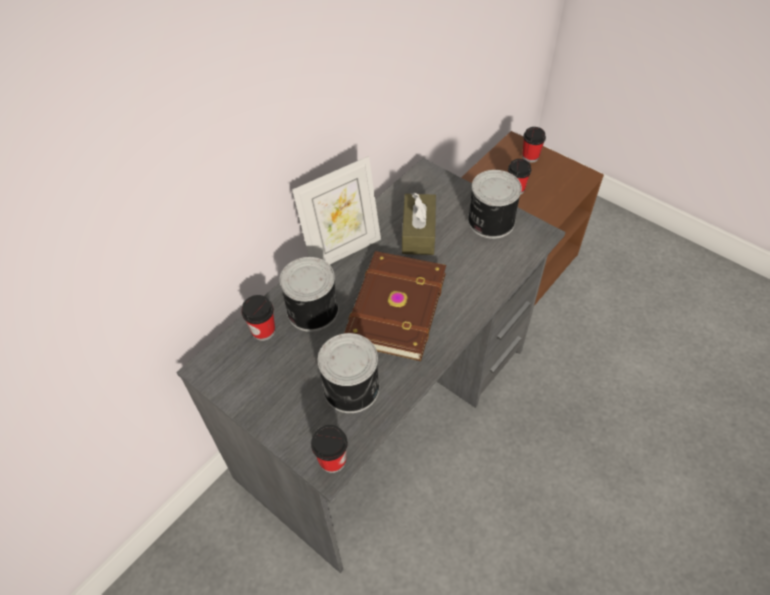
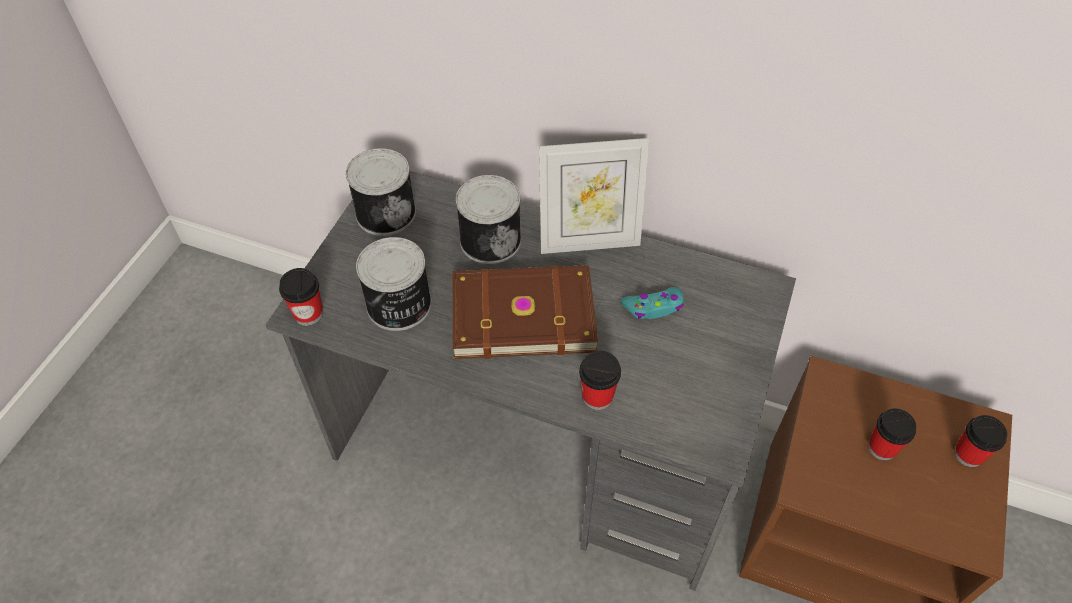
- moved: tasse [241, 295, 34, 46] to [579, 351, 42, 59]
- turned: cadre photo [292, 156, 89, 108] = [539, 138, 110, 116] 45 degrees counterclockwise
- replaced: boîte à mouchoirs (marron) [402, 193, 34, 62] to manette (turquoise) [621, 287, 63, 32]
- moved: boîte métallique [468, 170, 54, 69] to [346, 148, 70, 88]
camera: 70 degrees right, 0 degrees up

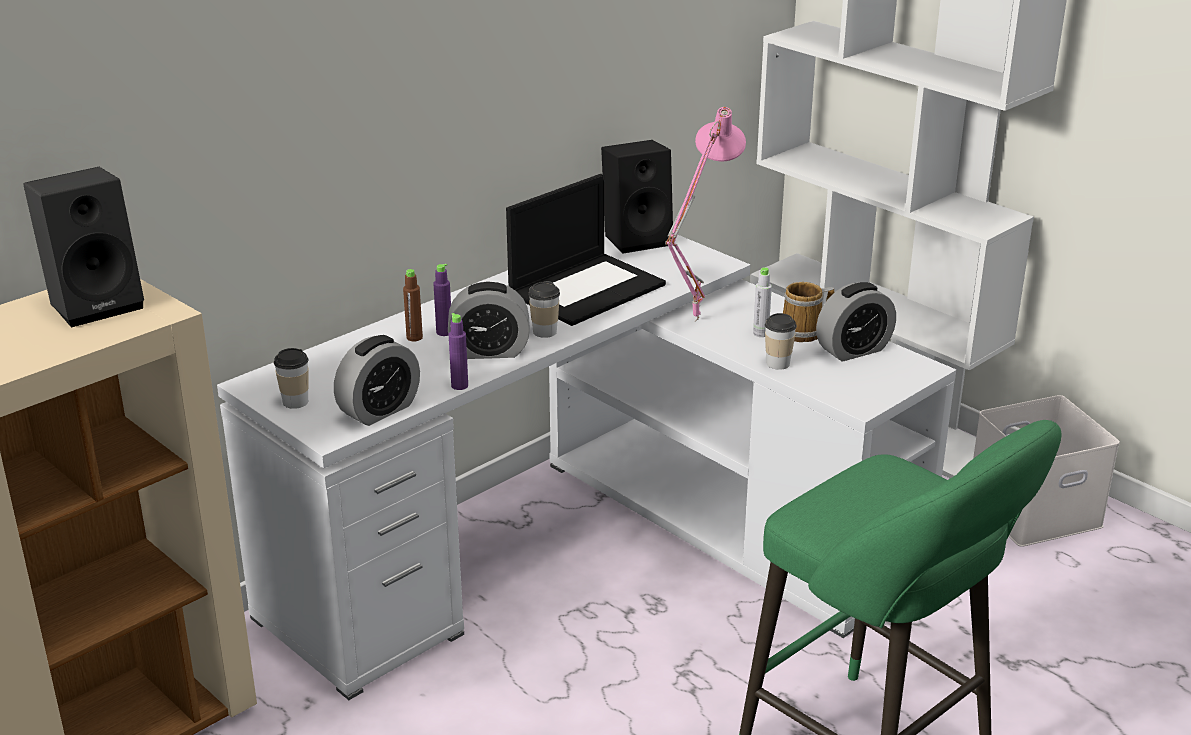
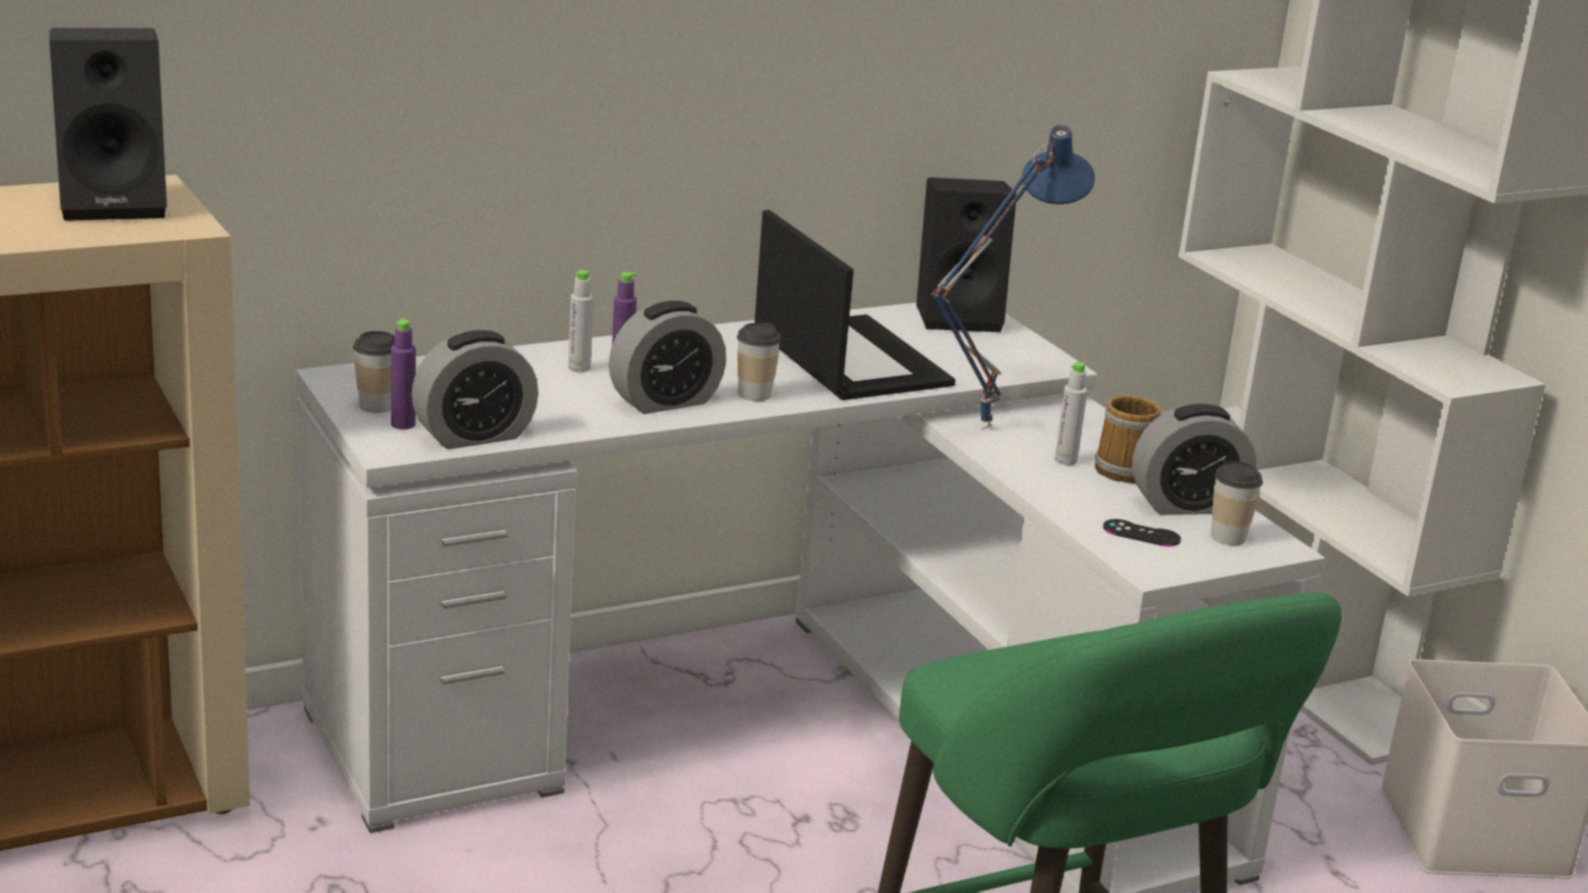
- recoloured: bouteille (marron) [403, 269, 20, 73] to bouteille (gris) [568, 270, 25, 102]
- turned: réveil [448, 281, 82, 78] = [609, 301, 117, 113] 45 degrees counterclockwise
- moved: bouteille (violet) [449, 313, 19, 77] to [391, 318, 25, 111]
- turned: ordinateur portable [506, 174, 160, 152] = [755, 210, 200, 190] 90 degrees counterclockwise
- recoloured: lampe de table (rose) [665, 107, 81, 215] to lampe de table (bleu) [931, 125, 164, 305]
- moved: tasse [765, 313, 32, 57] to [1211, 461, 52, 85]
- added: manette (noir) [1103, 519, 78, 27]
camera: 15 degrees right, 5 degrees down

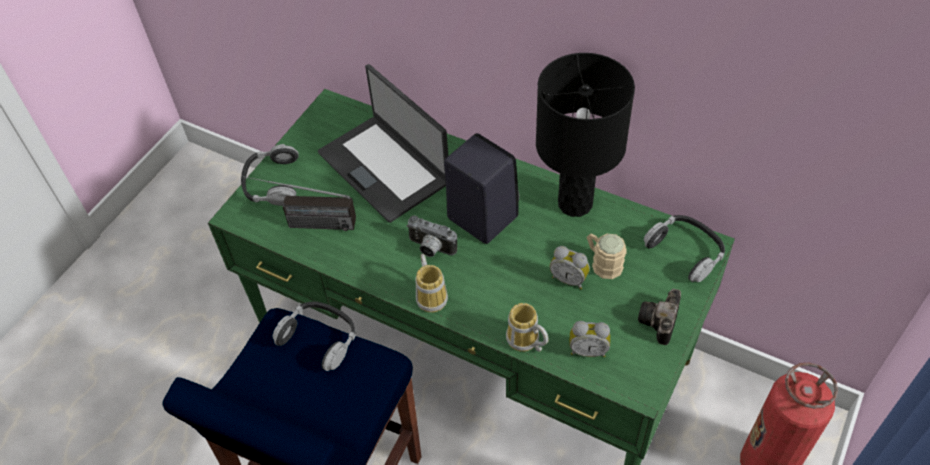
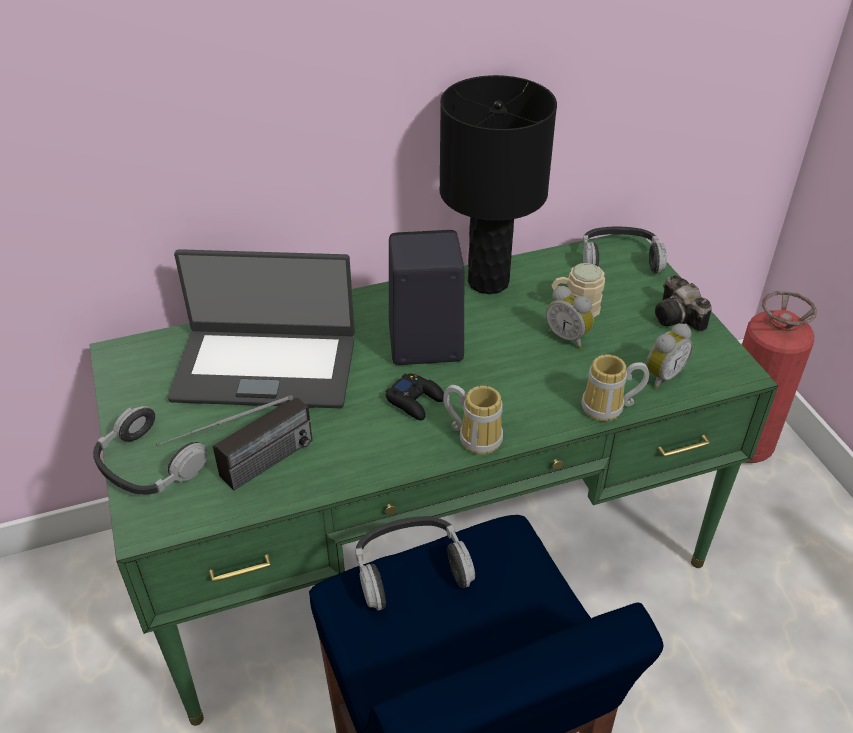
- replaced: appareil photo [406, 215, 51, 42] to manette (noir) [386, 374, 58, 46]
- turned: réveil [550, 246, 40, 44] = [546, 286, 48, 63] 60 degrees clockwise
camera: 50 degrees left, 10 degrees down

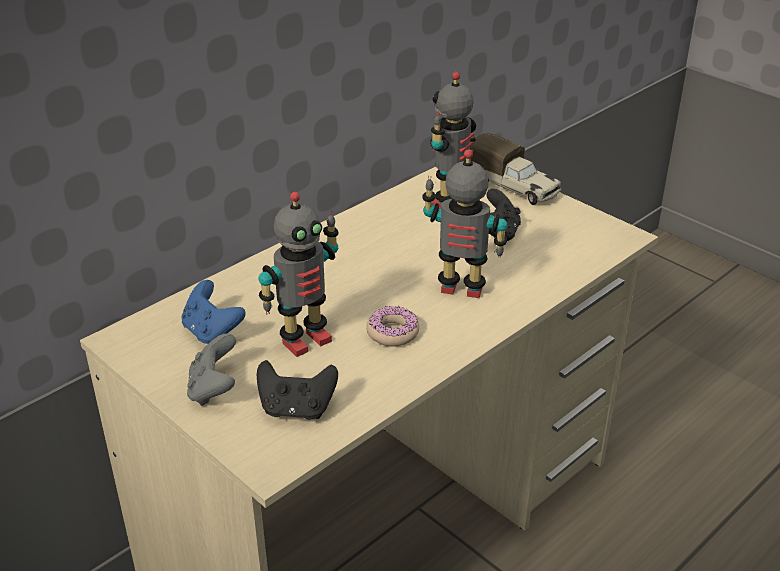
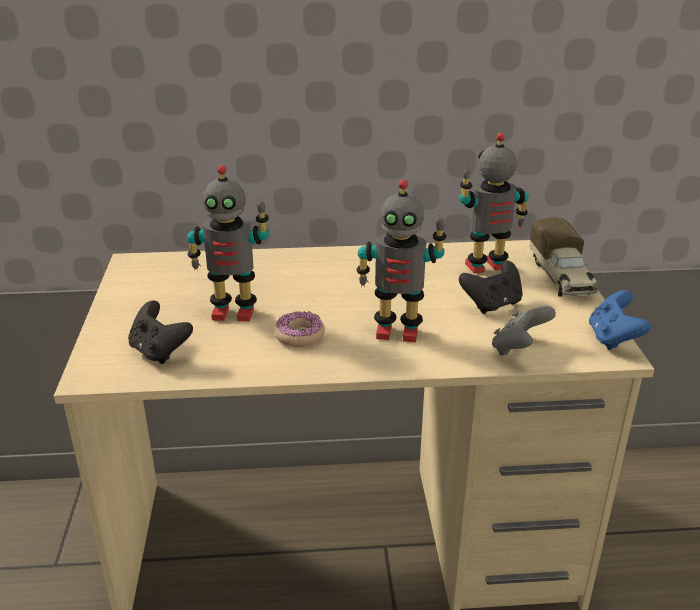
- moved: manette (bleu) [181, 280, 65, 64] to [589, 290, 62, 60]
- moved: manette (gris) [187, 334, 49, 72] to [492, 305, 64, 51]
- turned: robot jouet [422, 149, 86, 149] = [356, 180, 90, 162] 135 degrees clockwise
camera: 40 degrees right, 5 degrees down

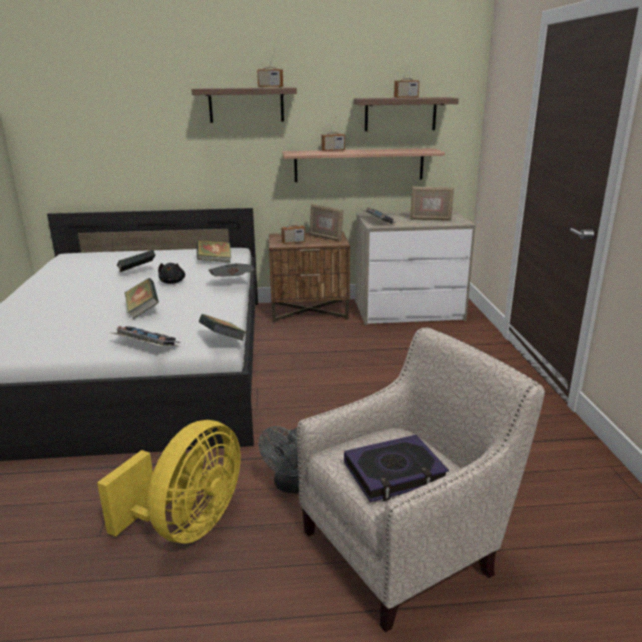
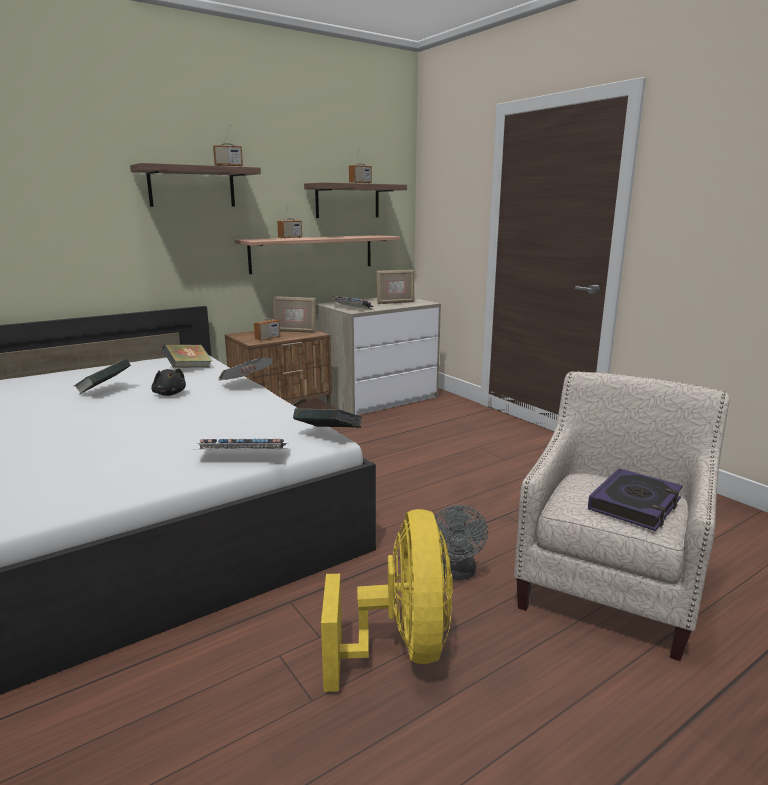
- removed: livre [125, 278, 34, 41]
camera: 30 degrees left, 5 degrees down

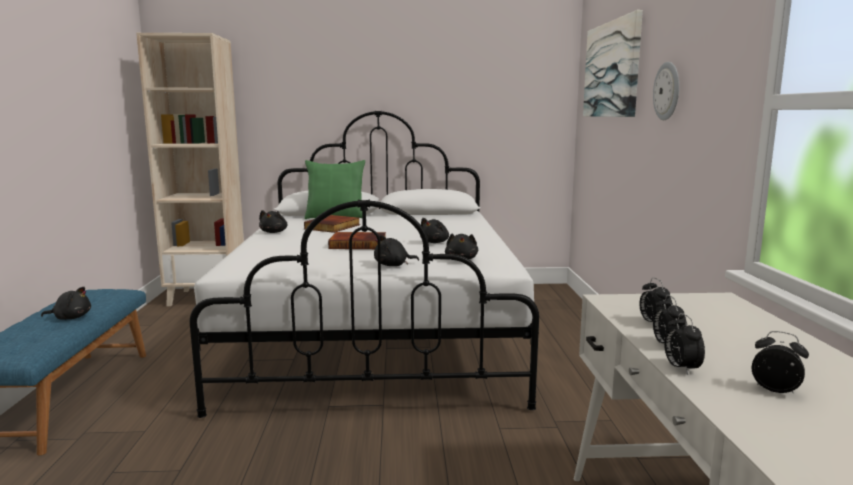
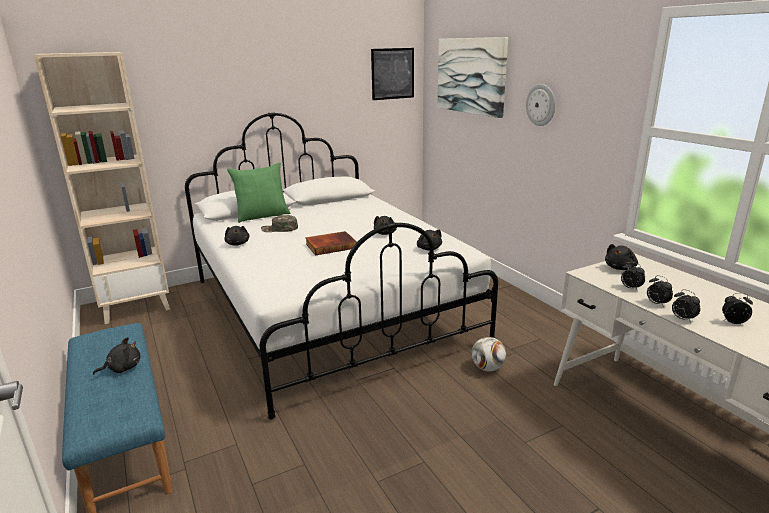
- replaced: livre [304, 215, 56, 18] to casquette (vert) [261, 215, 37, 17]
- moved: peluche (noir) [374, 235, 45, 31] to [605, 244, 33, 26]
- added: tableau [371, 48, 43, 52]
- added: ballon de foot [472, 337, 34, 34]
camera: 25 degrees left, 10 degrees up

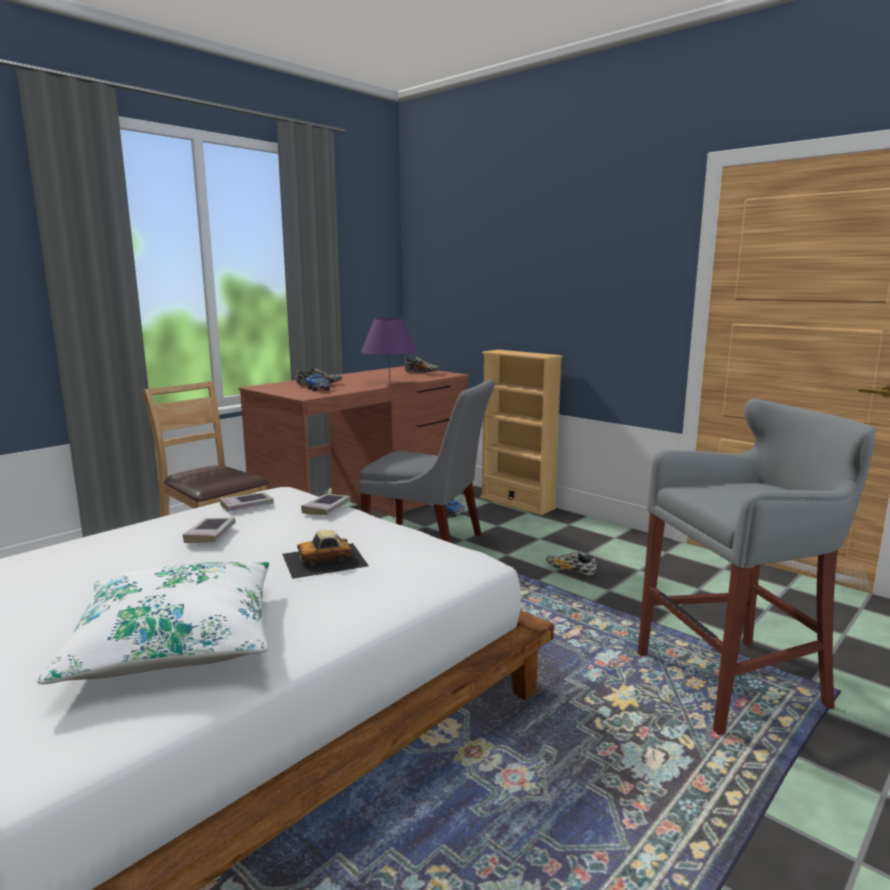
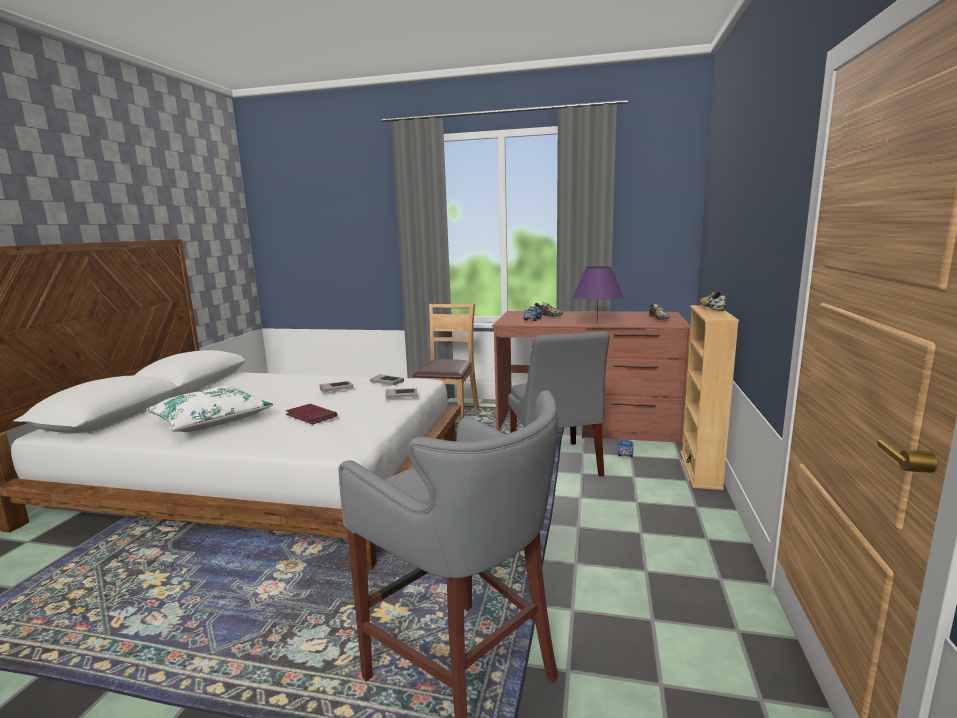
- replaced: petite voiture [282, 530, 87, 49] to livre (rouge) [286, 404, 51, 21]
- moved: chaussure [546, 551, 51, 25] to [700, 291, 27, 20]
camera: 60 degrees right, 0 degrees up

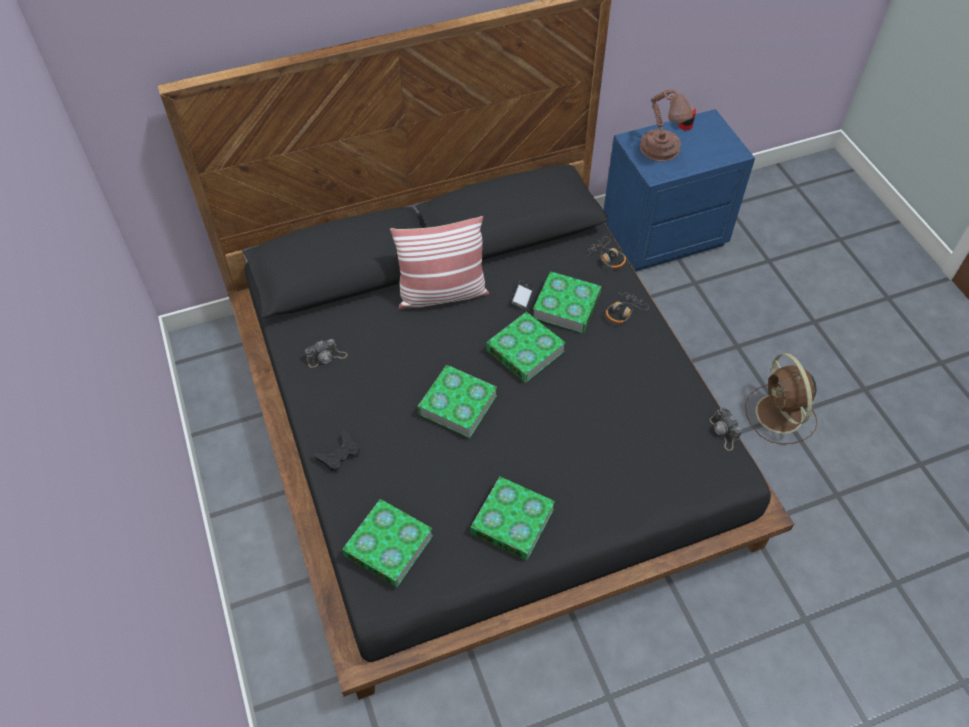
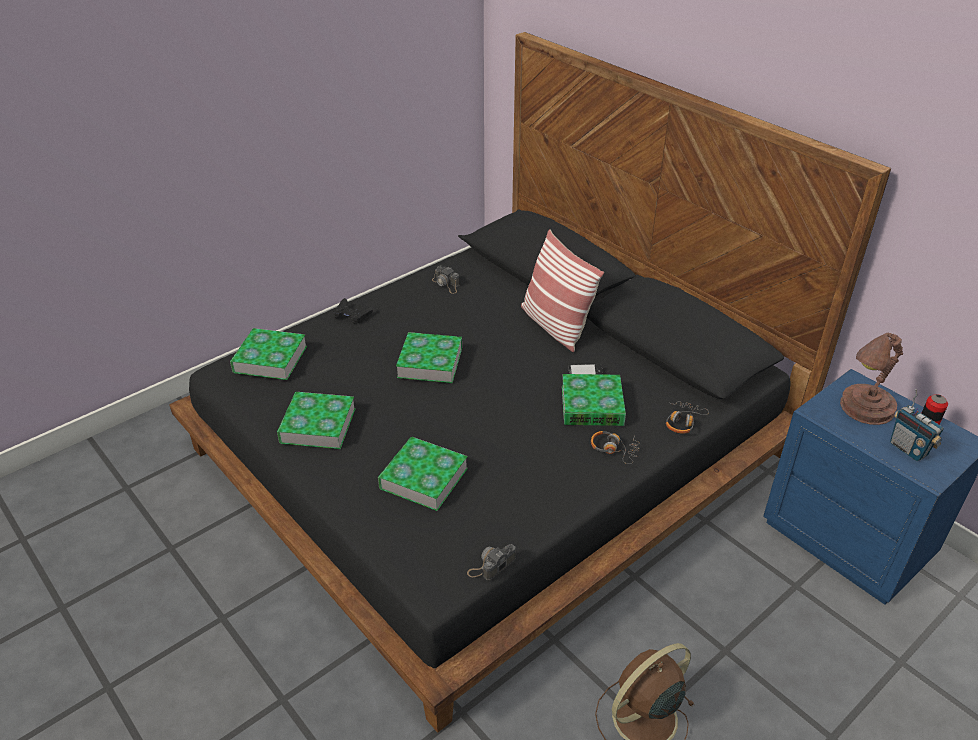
- moved: livre [487, 312, 79, 71] to [378, 437, 90, 74]
- added: radio [890, 389, 54, 72]
camera: 70 degrees right, 15 degrees down

